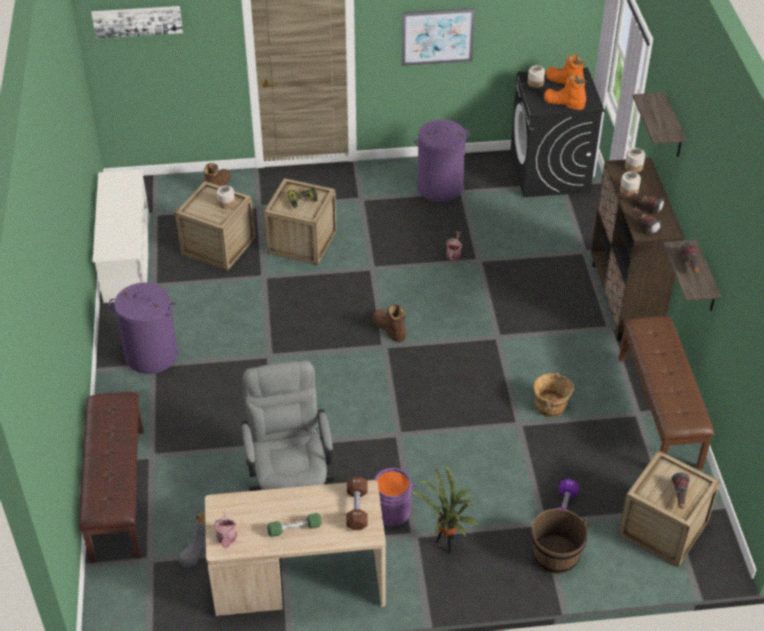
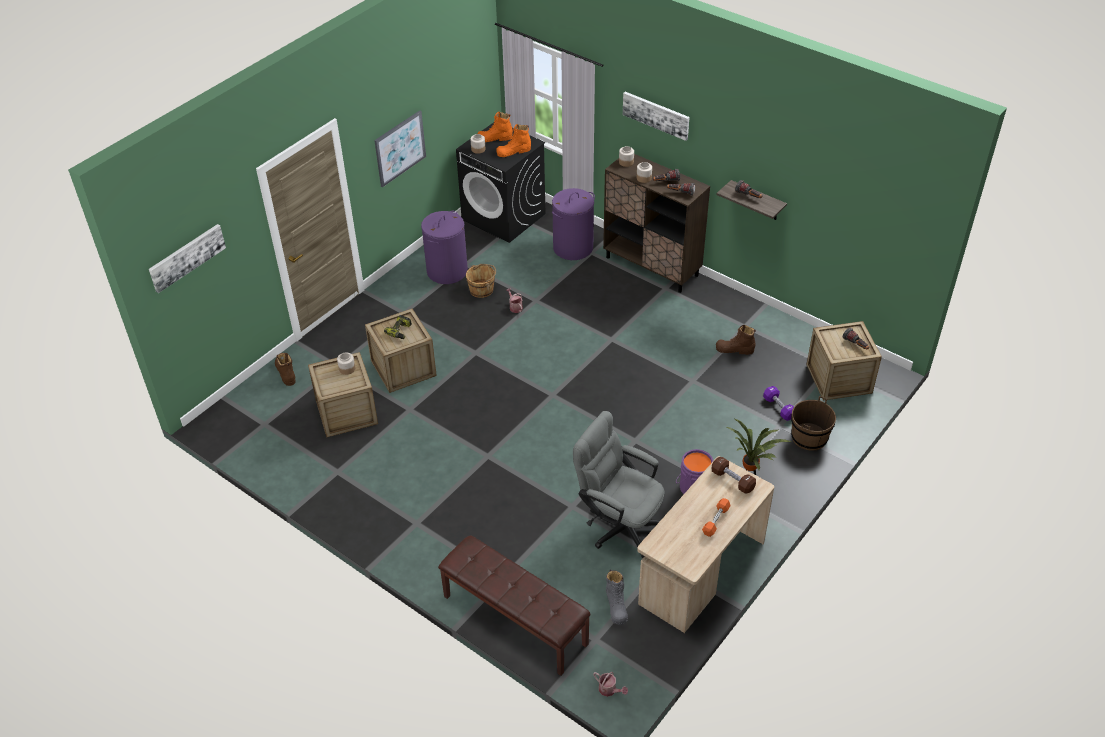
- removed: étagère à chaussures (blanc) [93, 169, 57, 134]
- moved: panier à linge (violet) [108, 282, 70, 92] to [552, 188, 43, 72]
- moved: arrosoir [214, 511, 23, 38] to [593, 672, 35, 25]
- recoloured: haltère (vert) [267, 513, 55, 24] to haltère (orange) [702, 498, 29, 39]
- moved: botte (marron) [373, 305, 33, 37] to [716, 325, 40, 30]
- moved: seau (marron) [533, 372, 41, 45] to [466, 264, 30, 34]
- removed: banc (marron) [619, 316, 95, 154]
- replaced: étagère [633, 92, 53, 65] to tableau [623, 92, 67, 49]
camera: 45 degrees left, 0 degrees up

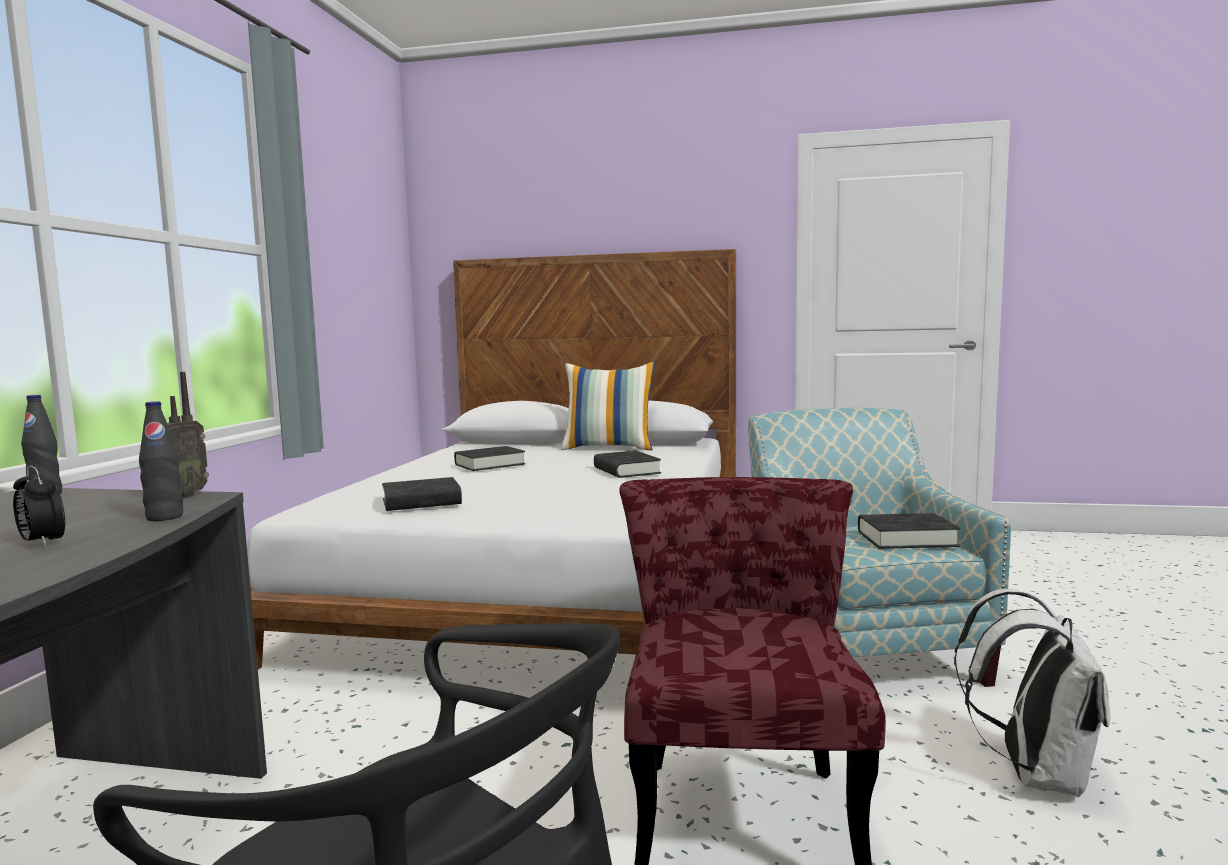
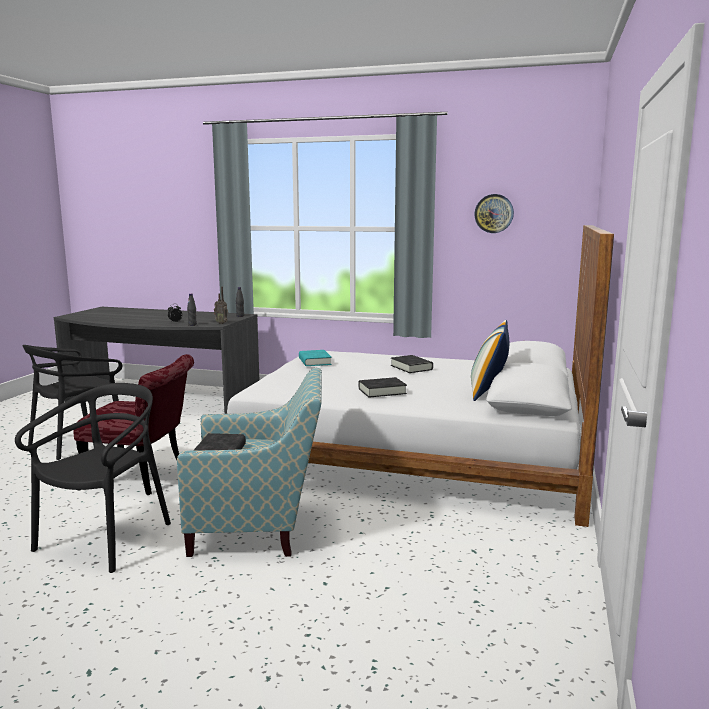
- recoloured: livre (noir) [382, 477, 80, 34] to livre (turquoise) [299, 350, 33, 16]
- replaced: sac à dos (blanc) [954, 589, 156, 208] to chaise (noir) [15, 383, 156, 190]
- added: horloge murale [474, 194, 40, 39]
camera: 95 degrees right, 5 degrees up

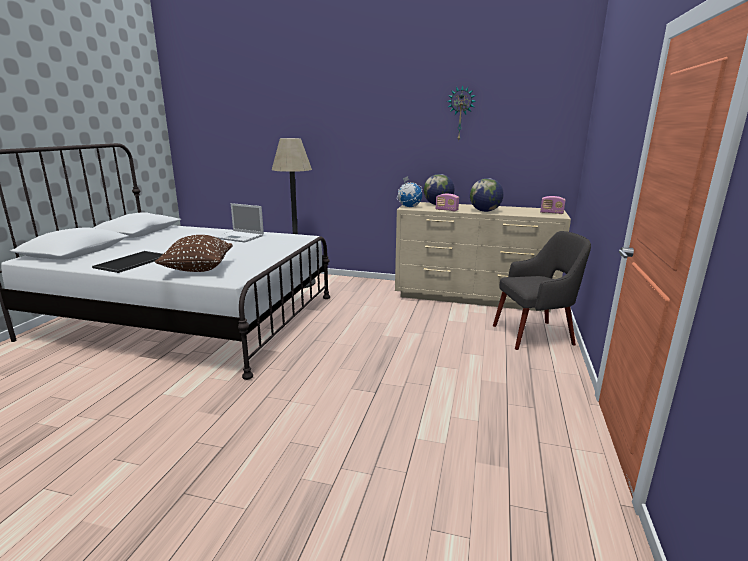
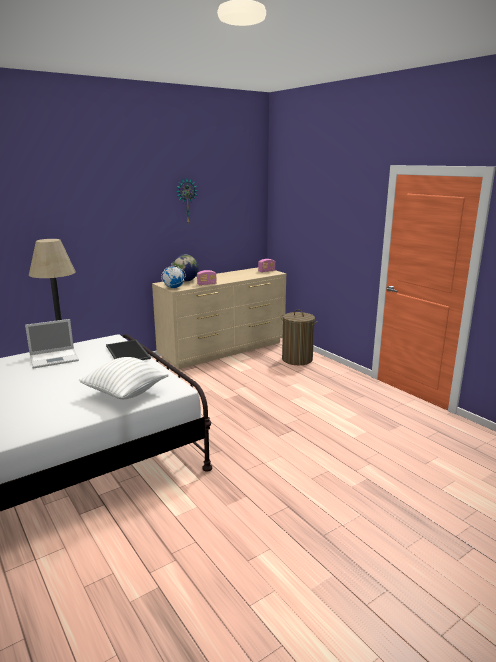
- moved: plateau [92, 251, 71, 22] to [106, 340, 45, 20]
- recoloured: coussin (marron) [155, 235, 78, 37] to coussin (blanc) [79, 357, 90, 42]
- removed: globe [470, 178, 34, 34]
- replaced: fauteuil (gris) [493, 231, 98, 119] to panier à linge [281, 309, 37, 56]
camera: 50 degrees left, 0 degrees up

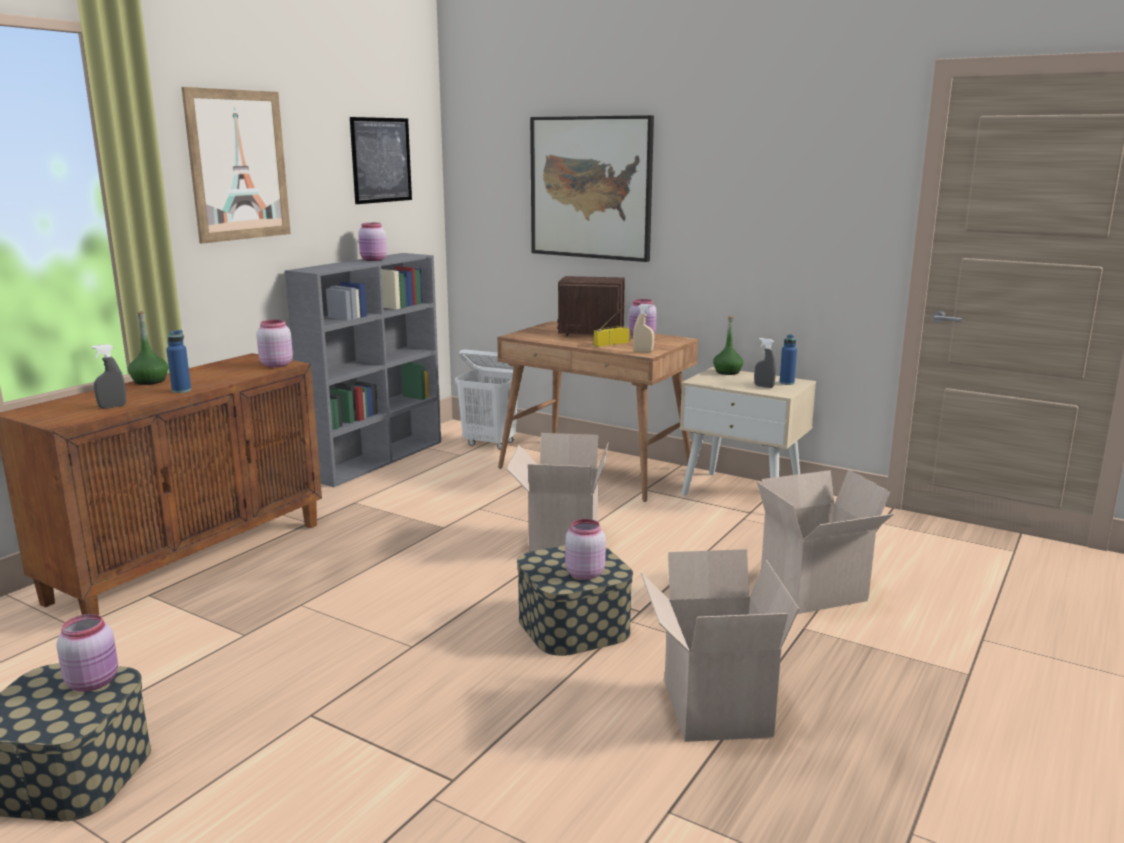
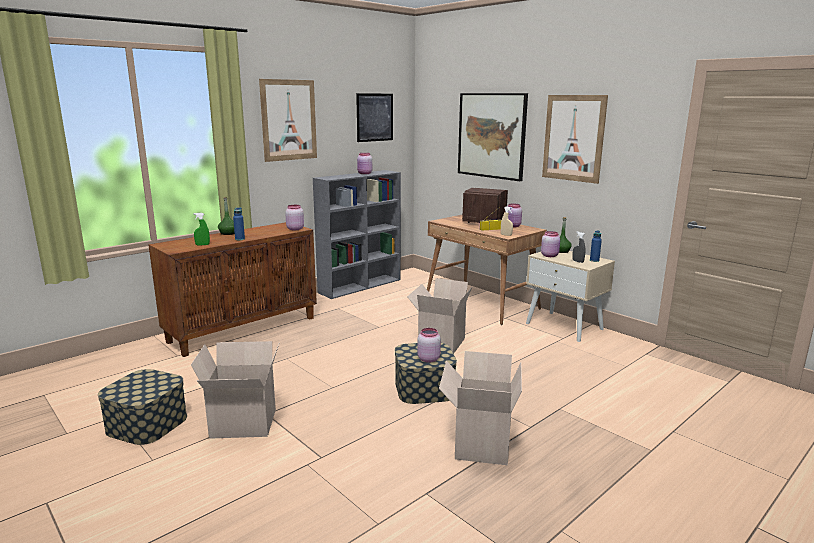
- moved: bocal (rose) [56, 614, 62, 78] to [541, 231, 19, 26]
- recoloured: vaporisateur (gris) [91, 344, 35, 65] to vaporisateur (vert) [194, 213, 16, 33]
- removed: panier à linge (blanc) [455, 349, 63, 101]
- moved: carton [757, 469, 137, 145] to [191, 341, 89, 98]
- added: tableau [542, 95, 66, 89]
camera: 15 degrees right, 0 degrees up

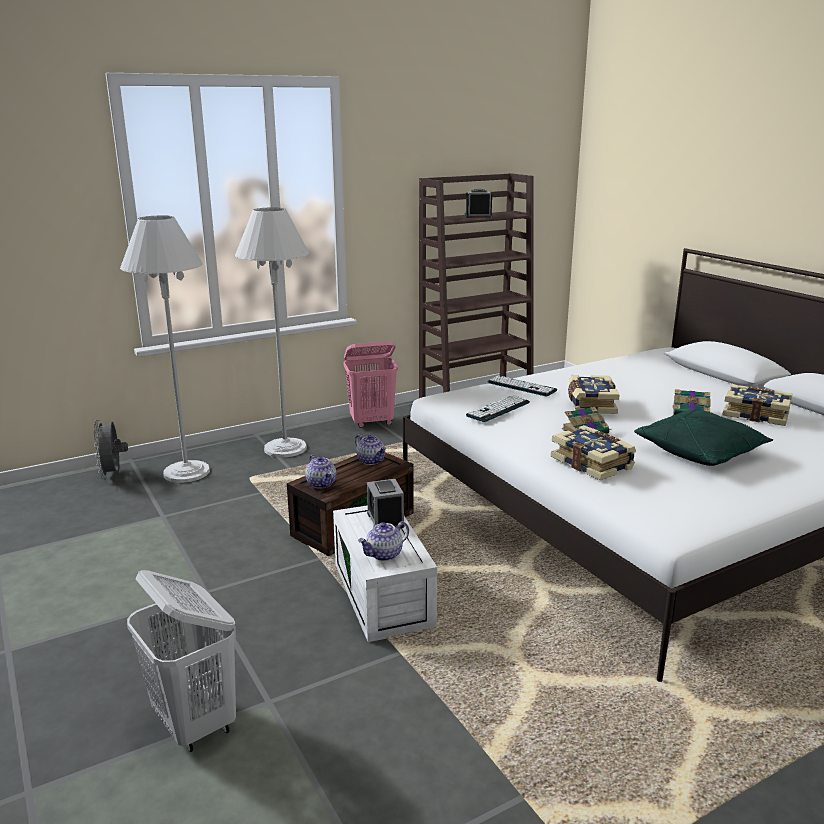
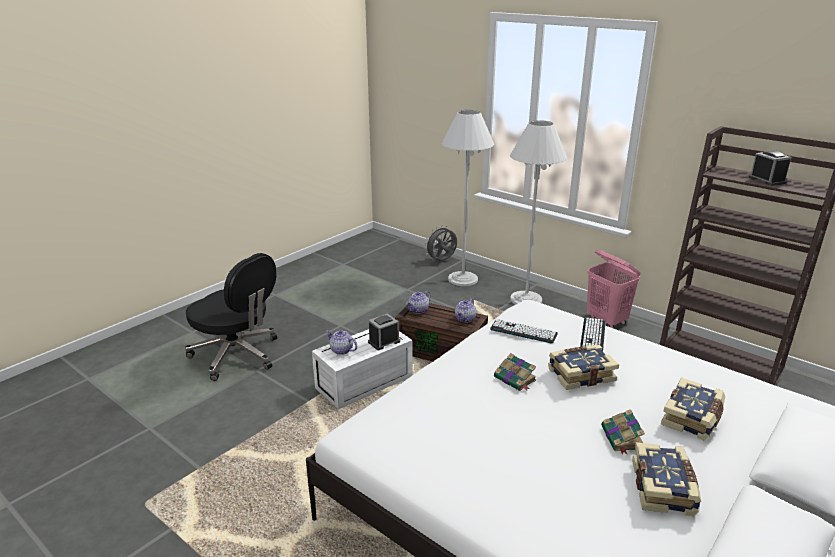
- replaced: panier à linge (blanc) [127, 570, 109, 182] to chaise de bureau (noir) [185, 253, 92, 128]
- moved: livre [551, 425, 85, 56] to [661, 378, 64, 62]
- removed: coussin (vert) [634, 409, 139, 57]
camera: 70 degrees right, 5 degrees up

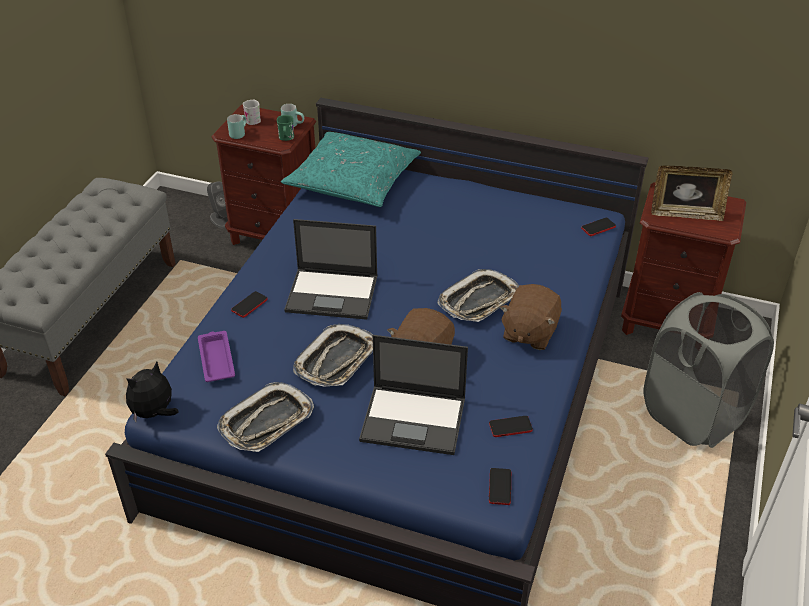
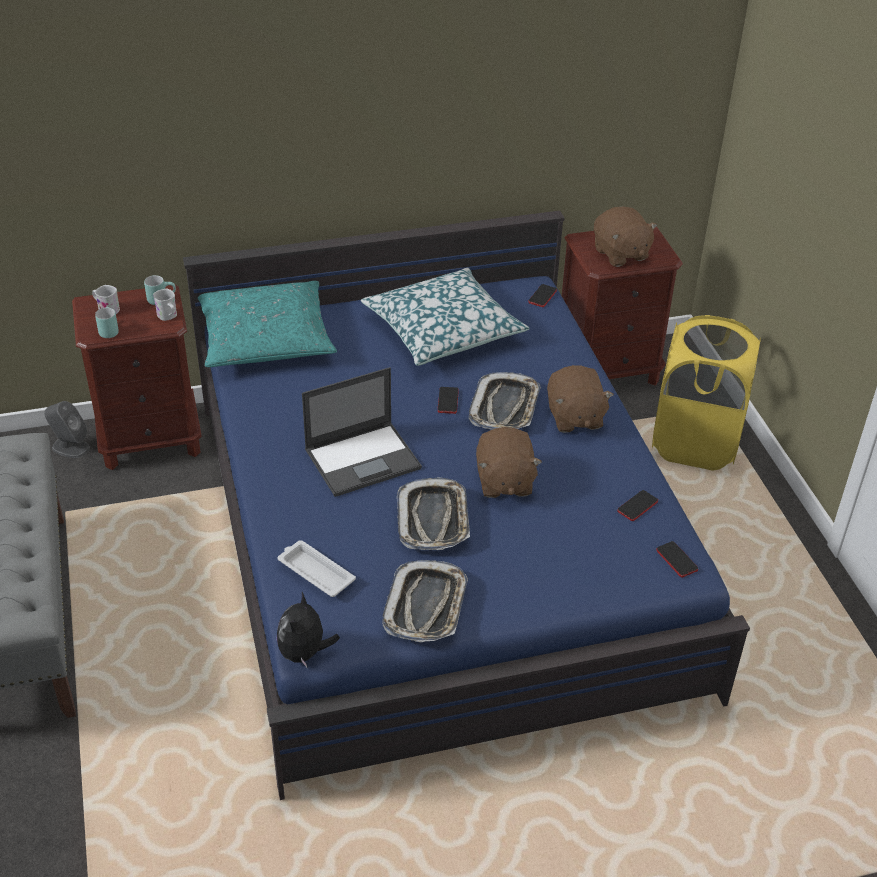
- recoloured: plateau (violet) [198, 331, 37, 51] to plateau (blanc) [277, 540, 79, 57]
- moved: téléphone [231, 291, 37, 27] to [438, 387, 21, 27]
- recoloured: mug (vert) [277, 115, 17, 26] to mug (blanc) [153, 289, 24, 32]
- removed: ordinateur portable [359, 335, 109, 120]
- recoloured: panier à linge (gris) [643, 292, 131, 156] to panier à linge (jaune) [652, 315, 109, 155]
- replaced: cadre photo [651, 166, 81, 55] to peluche (marron) [594, 207, 64, 60]
- added: coussin [361, 268, 169, 98]
camera: 35 degrees left, 0 degrees up

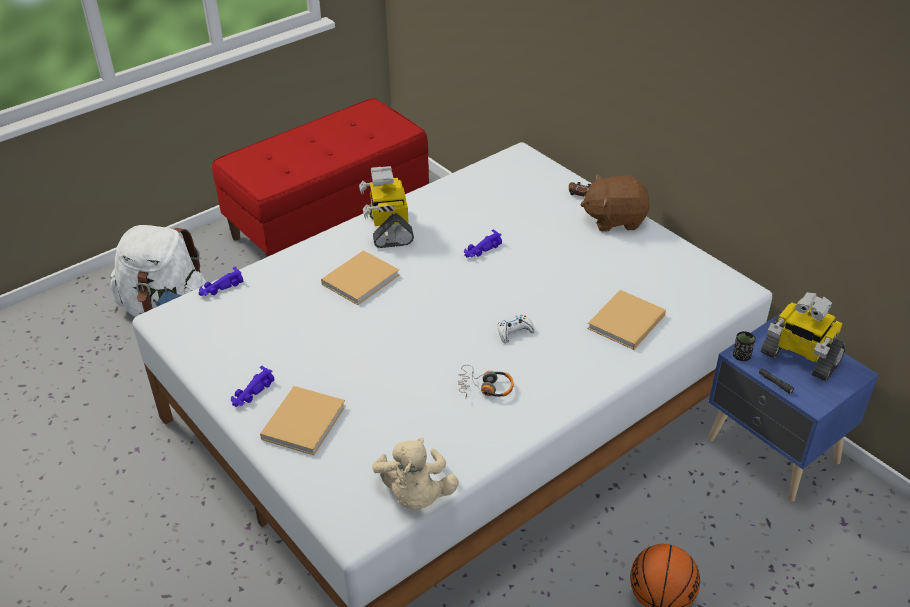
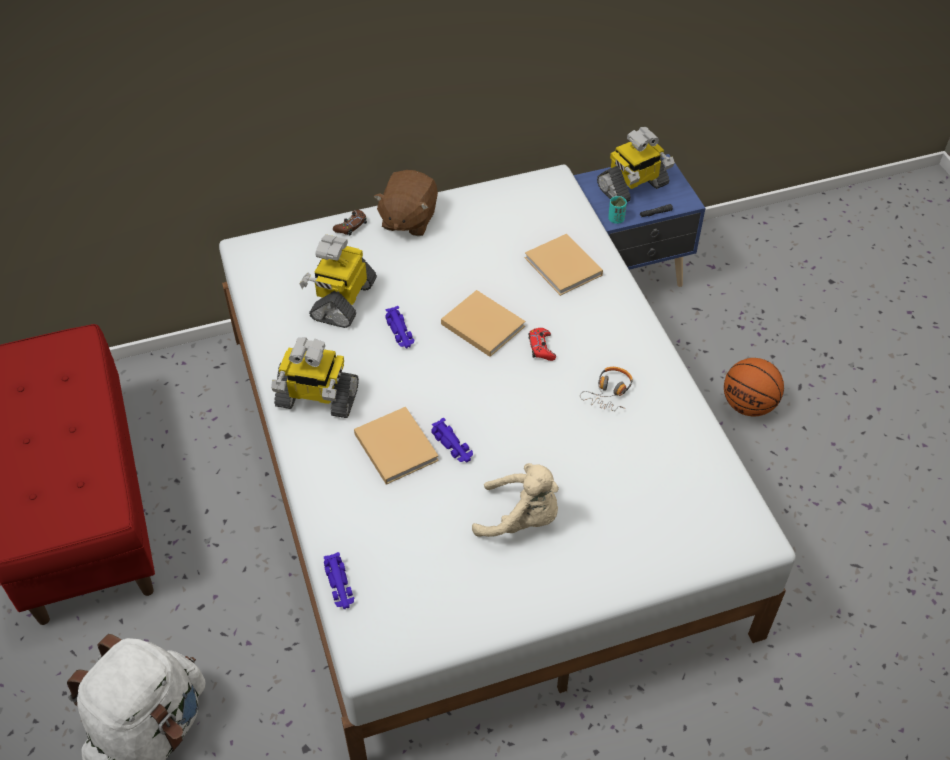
- moved: petite voiture (violet) [231, 366, 44, 41] to [431, 418, 42, 44]
- moved: livre (beige) [260, 386, 86, 69] to [441, 290, 85, 67]
- moved: peluche (beige) [372, 438, 87, 72] to [472, 463, 87, 74]
- recoloured: manette (blanc) [498, 315, 37, 28] to manette (rouge) [529, 328, 27, 33]
- recoloured: tasse (noir) [733, 331, 22, 30] to tasse (turquoise) [608, 196, 19, 28]
- added: robot jouet [299, 234, 78, 94]
camera: 70 degrees left, 10 degrees up

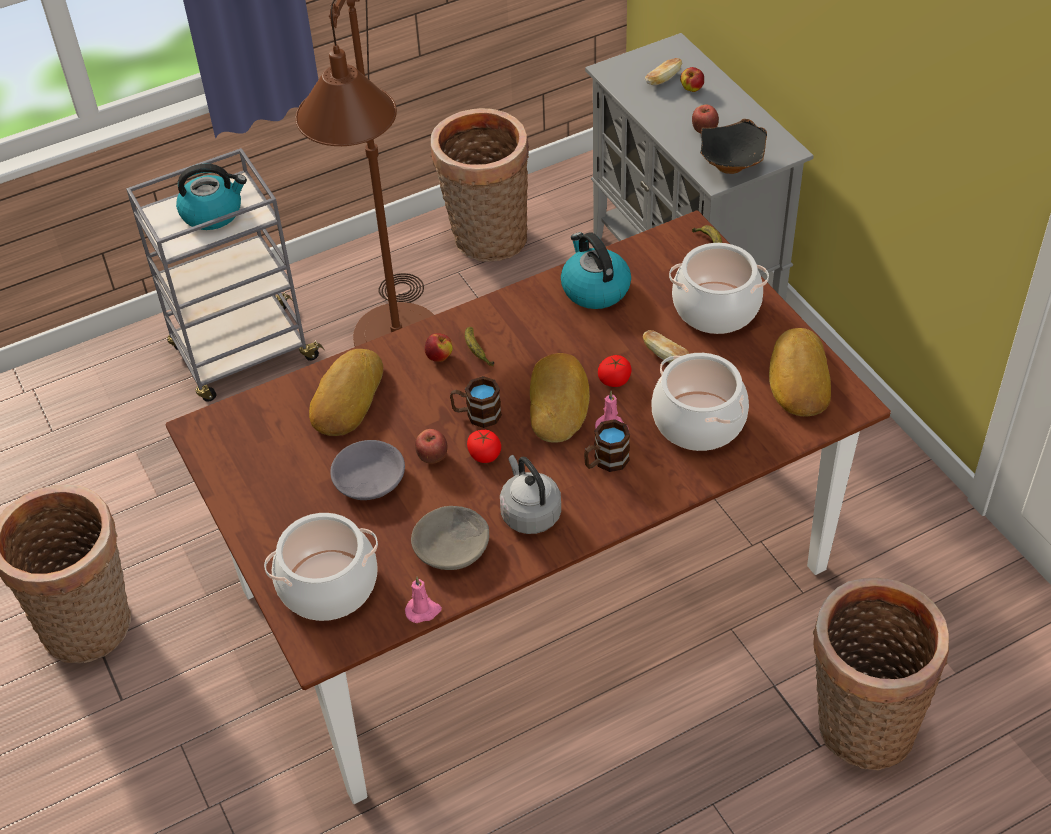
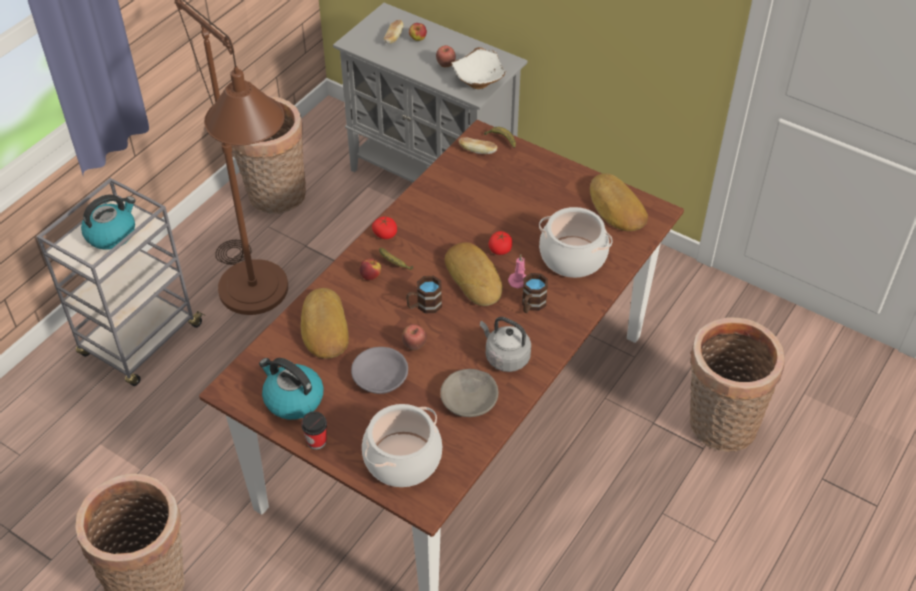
- removed: bougie (rose) [405, 577, 37, 46]
- moved: tomate [467, 430, 34, 33] to [372, 217, 25, 22]
- moved: bouilloire [561, 232, 70, 77] to [259, 358, 65, 62]
- moved: pain [643, 330, 47, 33] to [459, 137, 38, 17]
- removed: marmite [669, 243, 100, 91]
- recoloured: bol (noir) [700, 119, 67, 55] to bol (blanc) [451, 47, 55, 42]
- added: tasse [301, 411, 26, 39]
camera: 30 degrees left, 0 degrees up

